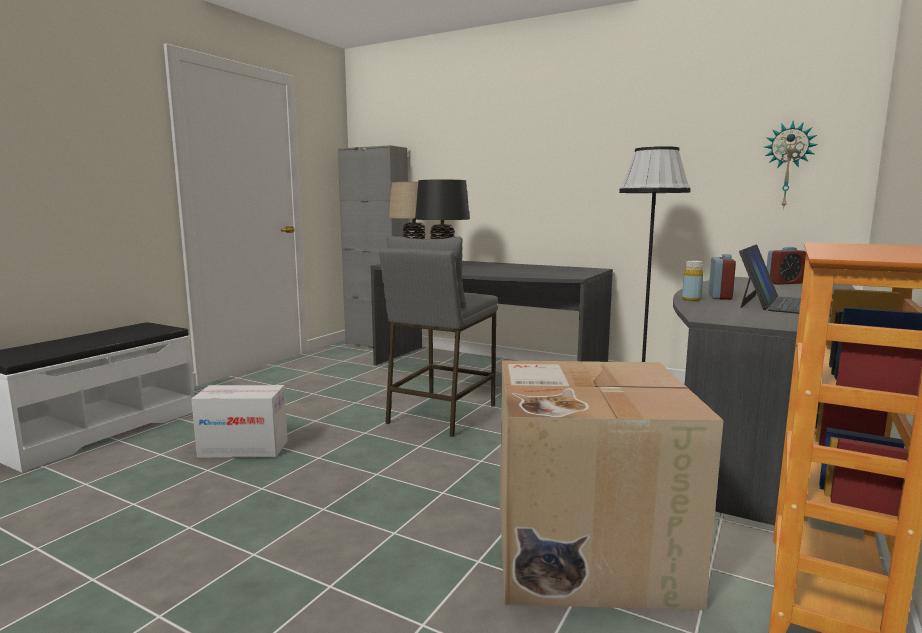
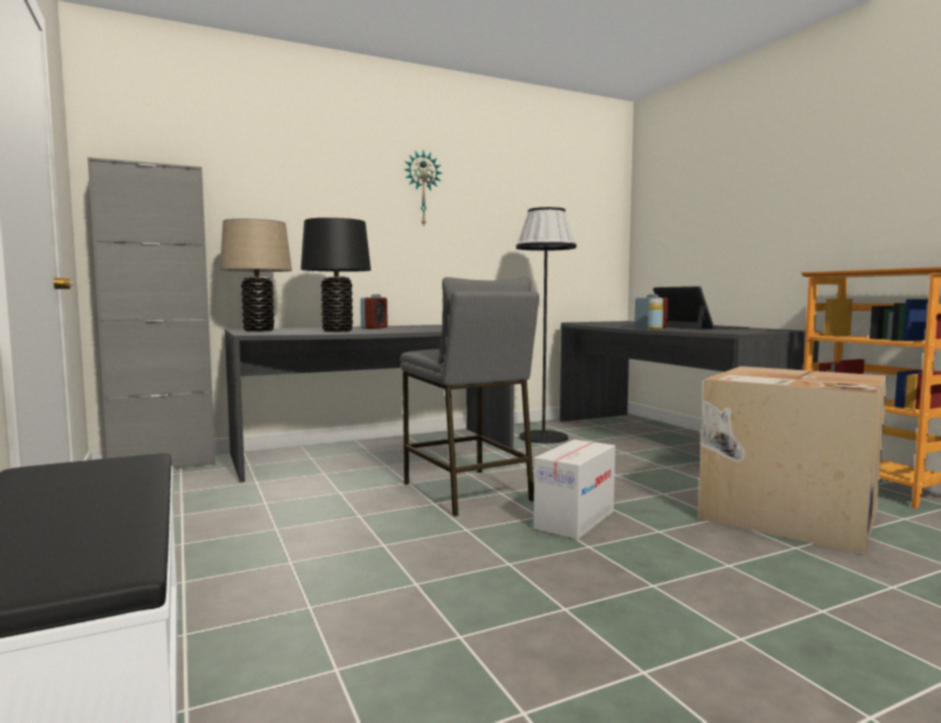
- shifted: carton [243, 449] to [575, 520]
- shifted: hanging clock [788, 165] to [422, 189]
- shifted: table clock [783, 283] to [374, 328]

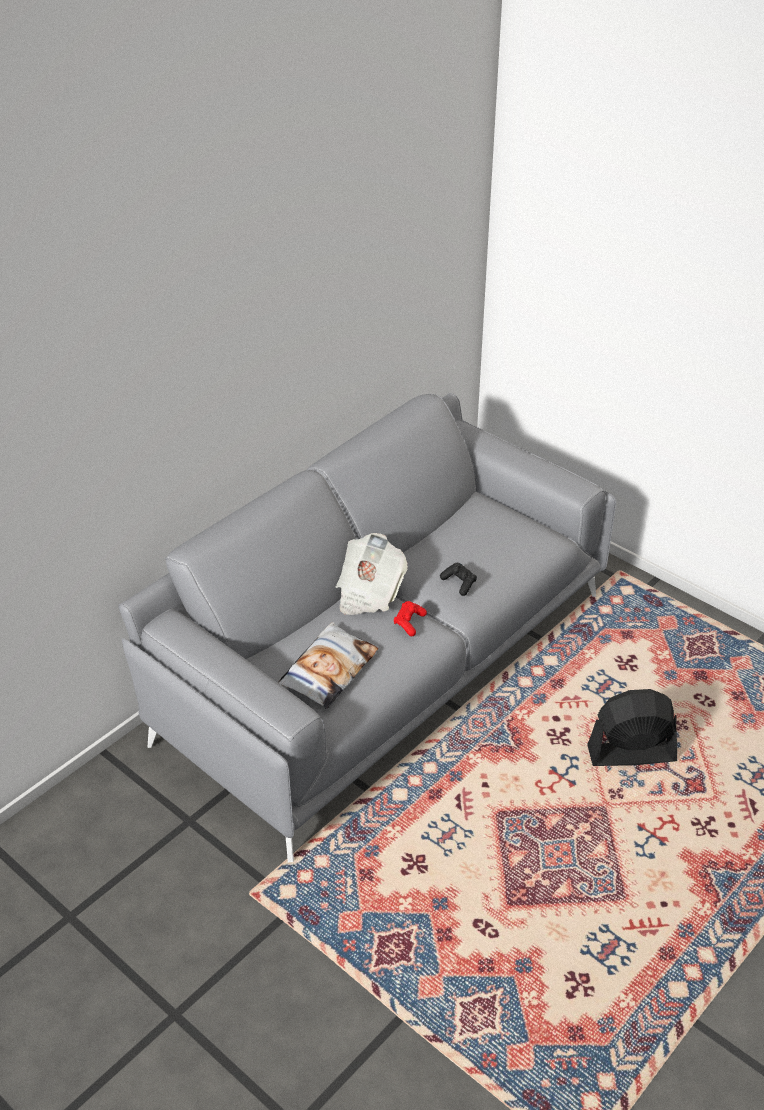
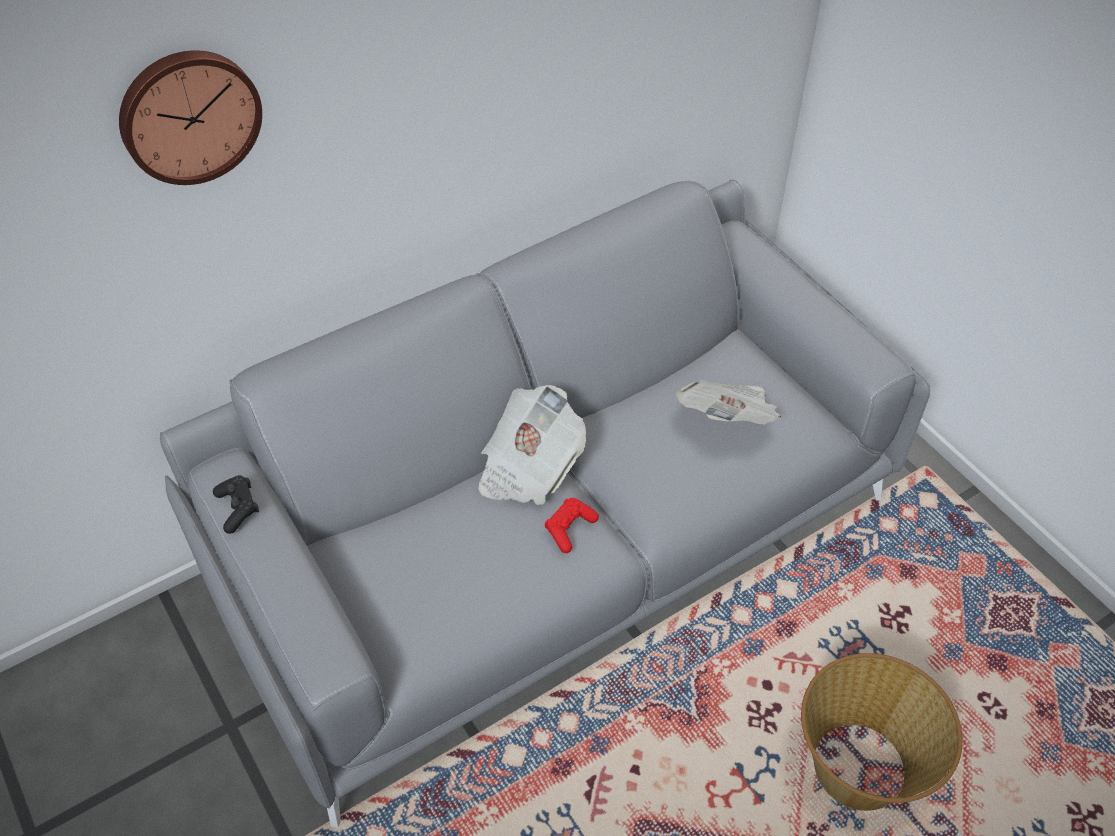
- gone: throw pillow [328, 670]
- shifted: blackish game controller [459, 583] to [238, 508]
- swapped: blackish cooling fan [631, 754] to storage basket [858, 769]
- new: hanging clock [189, 115]
- new: daily paper [728, 419]

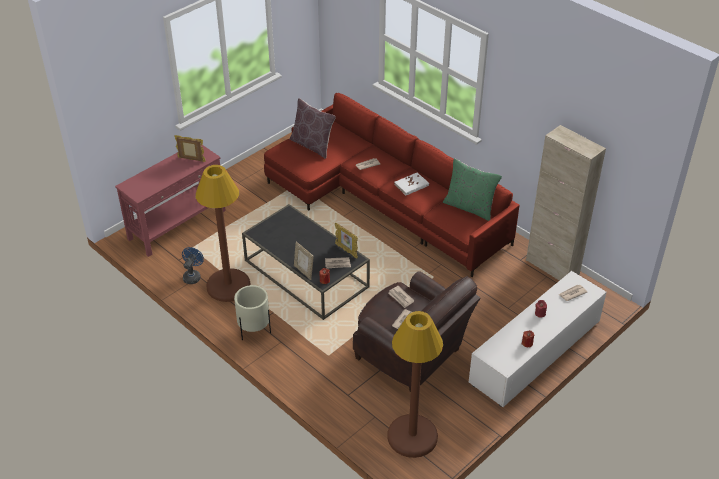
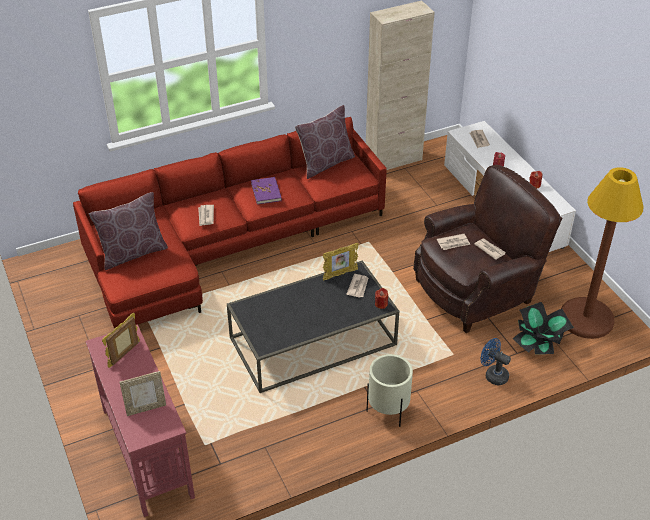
- shifted: blue cooling fan [193, 276] to [493, 375]
- gone: brownish standard lamp [228, 286]
- shifted: picture frame [304, 271] to [146, 408]
- repainted: whitish book [411, 185] to purple-coloured book [266, 192]
- repainted: green-coloured throw pillow [470, 207] to brownish throw pillow [325, 163]
- new: plant in a pot [538, 344]

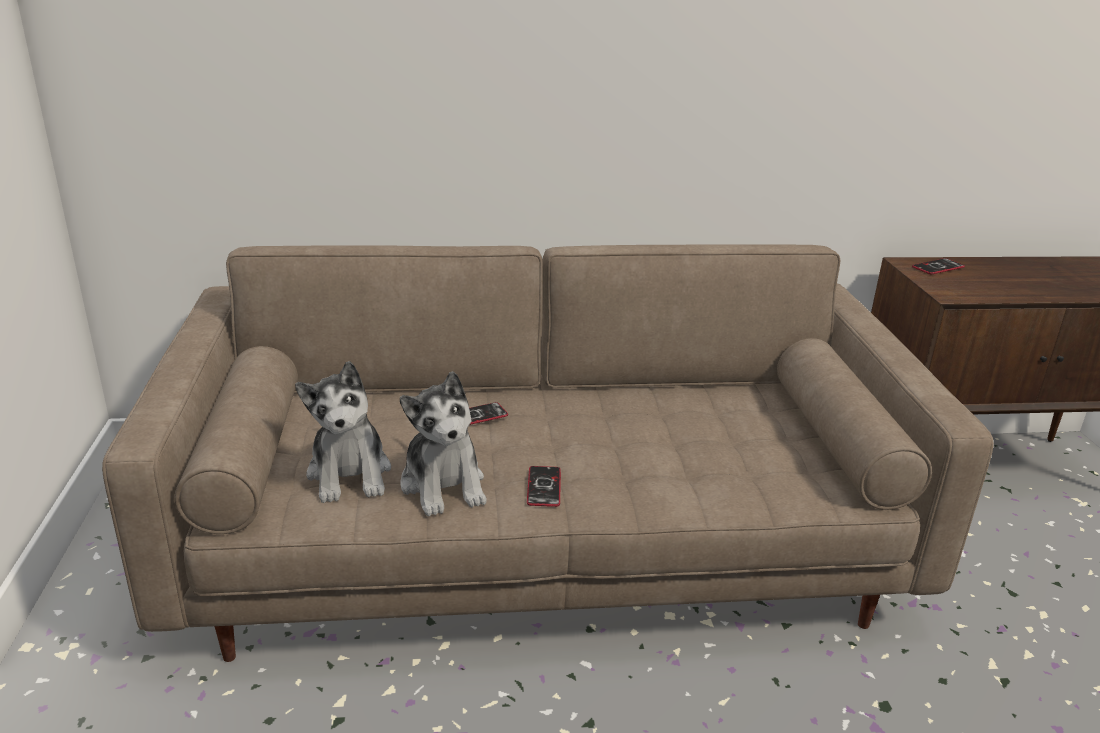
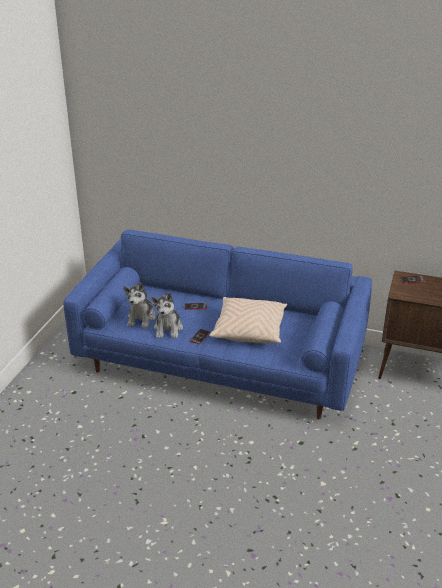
- repainted: beige-coloured settee [543, 542] to blue settee [221, 360]
- new: beige-coloured throw pillow [249, 330]

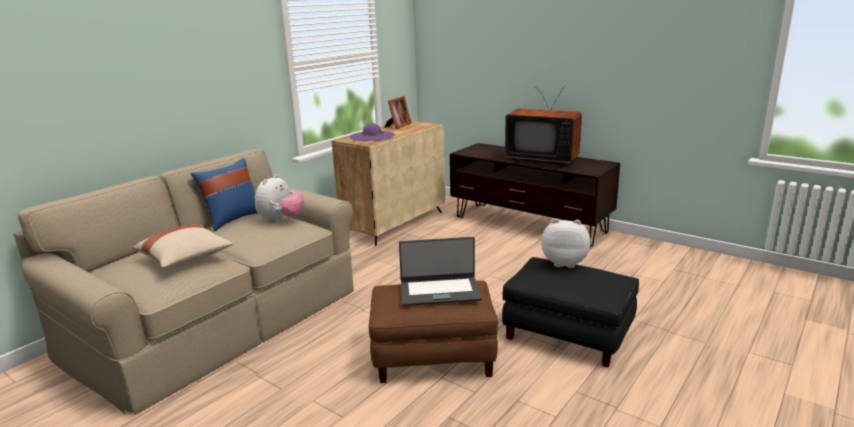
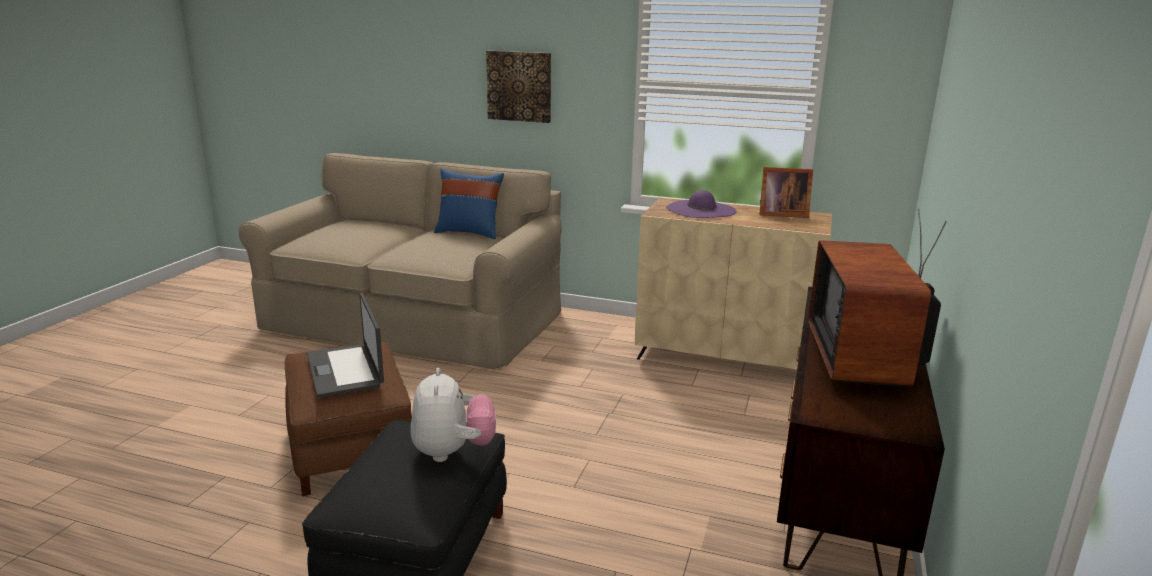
- gone: beige-coloured throw pillow [186, 259]
- gone: plush toy [281, 220]
- new: wall art [519, 86]

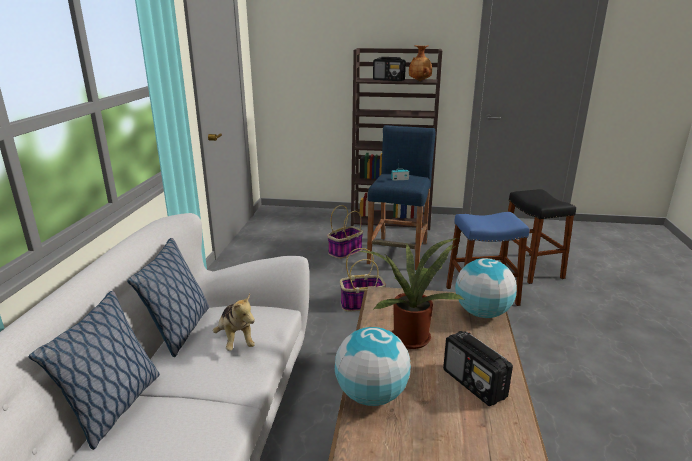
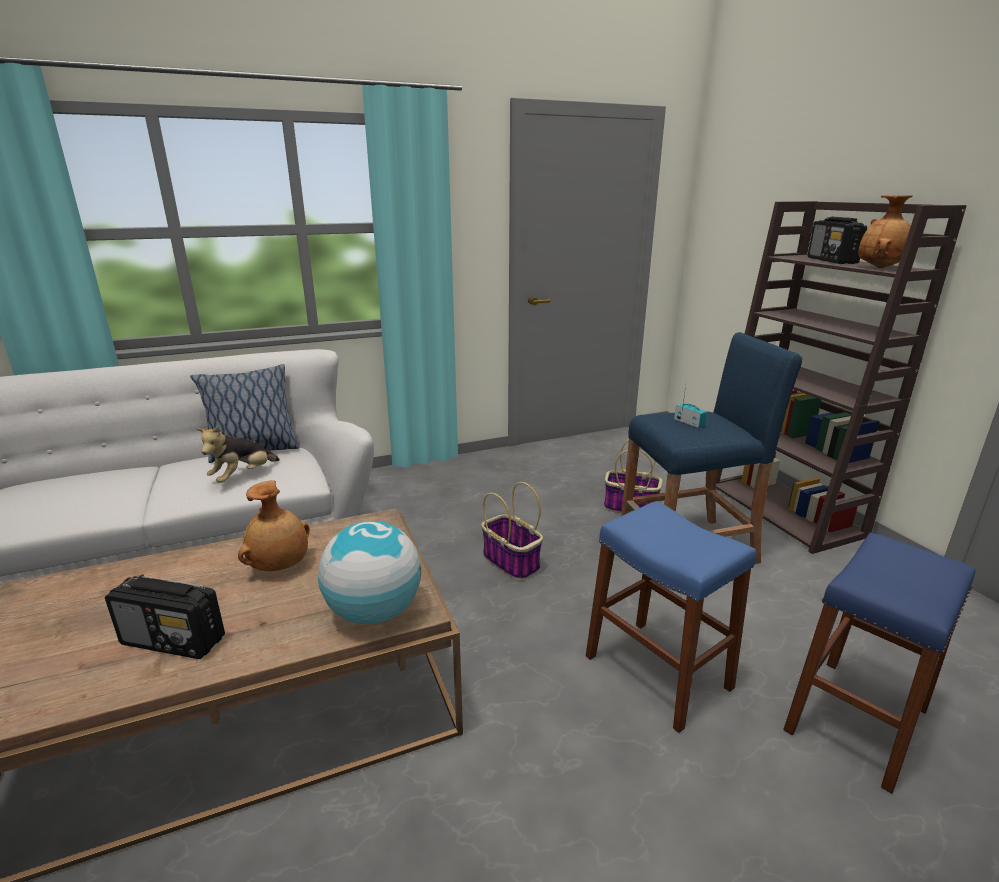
- gone: throw pillow [114, 408]
- gone: globe [371, 395]
- swapped: plant in a pot [410, 336] to brownish flower vase [280, 566]
- rotated: radio set [474, 384] = [174, 641] 105 degrees counterclockwise
- repainted: blackish stool [530, 268] to blue stool [856, 720]

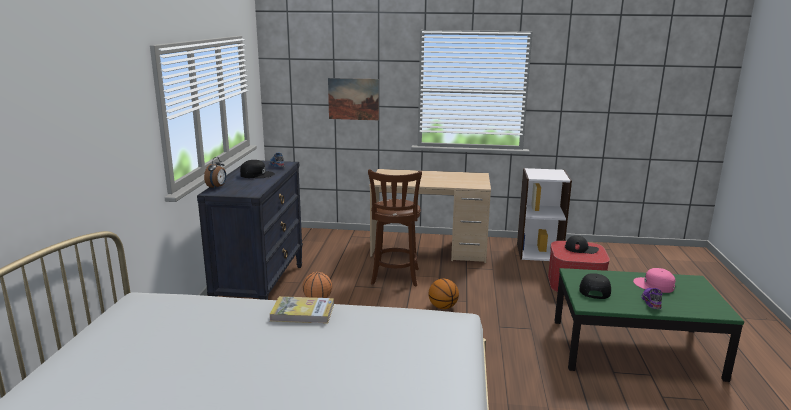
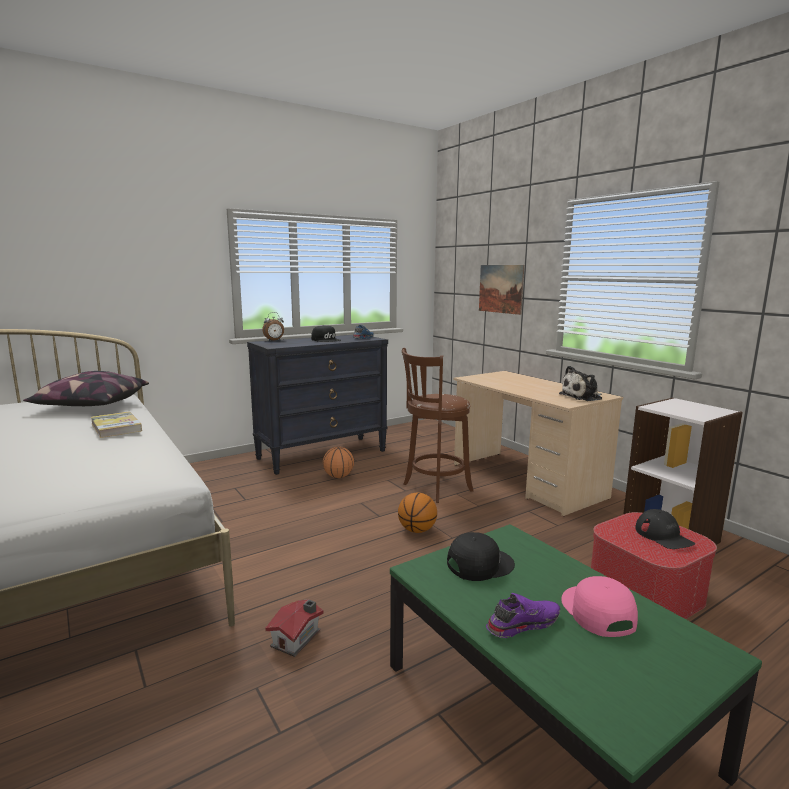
- new: throw pillow [92, 406]
- new: miniature house [298, 638]
- new: plush toy [582, 397]

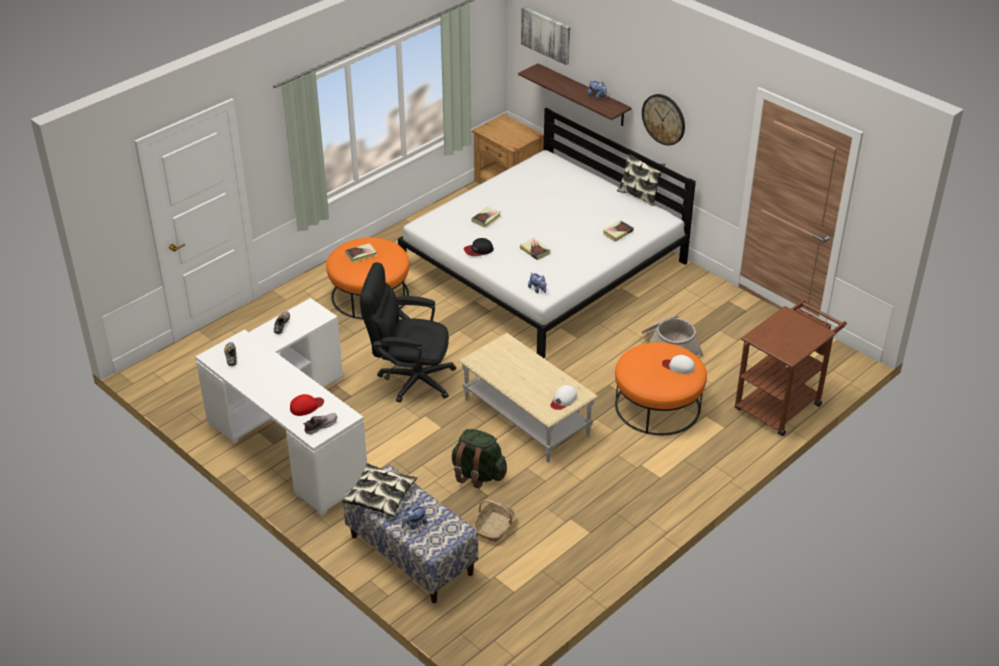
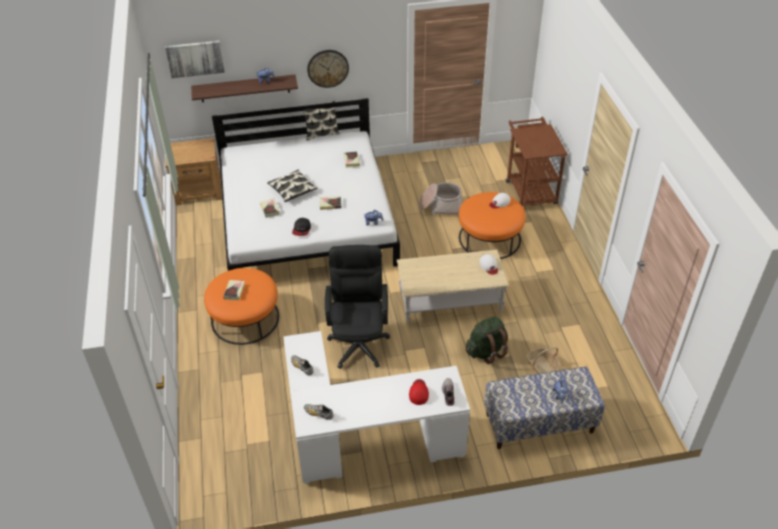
- shifted: throw pillow [380, 496] to [292, 190]
- rotated: blackish office chair [409, 378] = [358, 340] 135 degrees clockwise

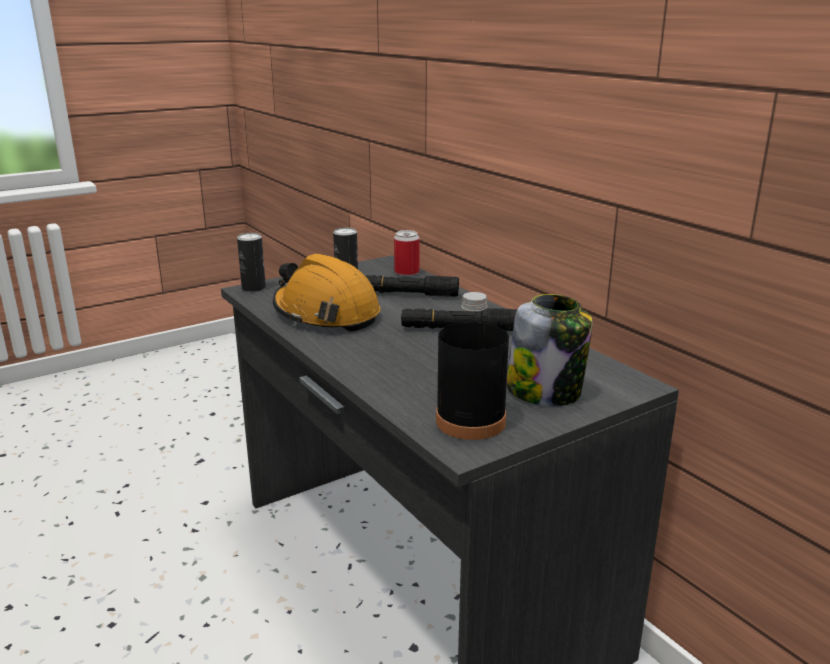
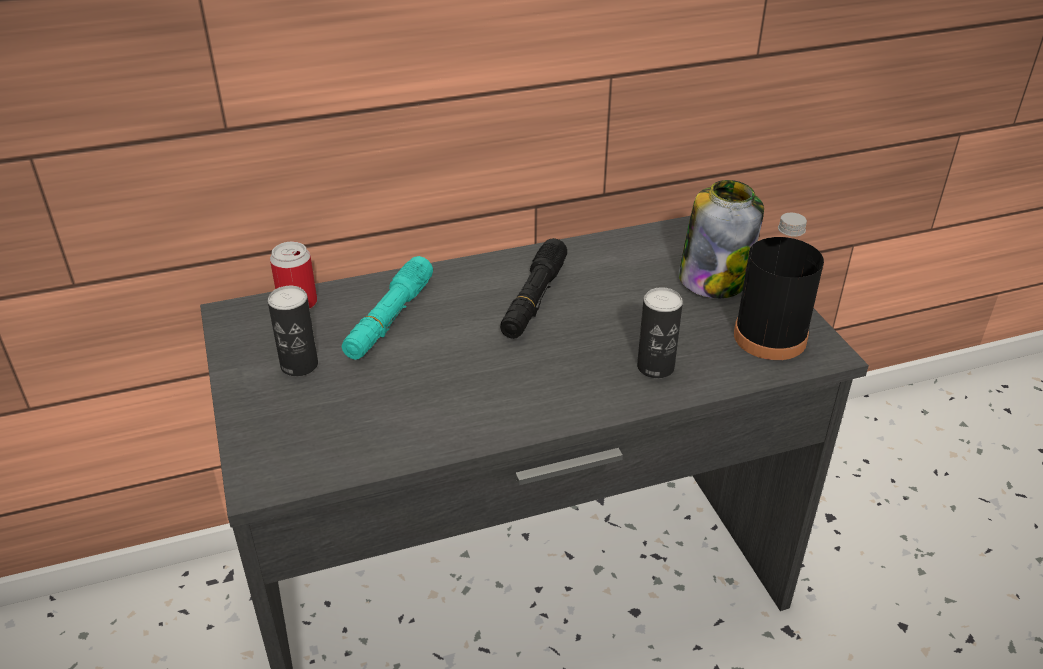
- shifted: sealed can [253, 288] to [655, 367]
- gone: orangey hard hat [326, 314]
- repainted: blackish flashlight [406, 294] to blue-green flashlight [389, 318]

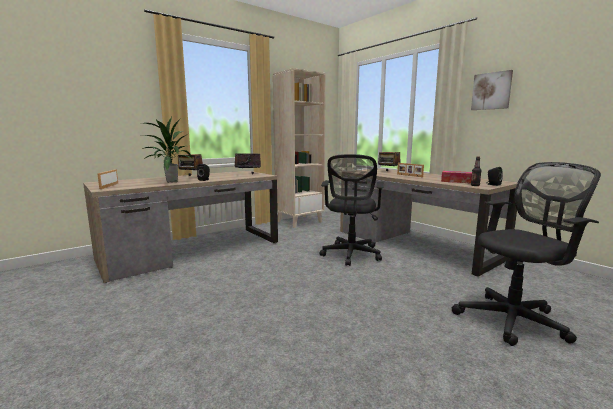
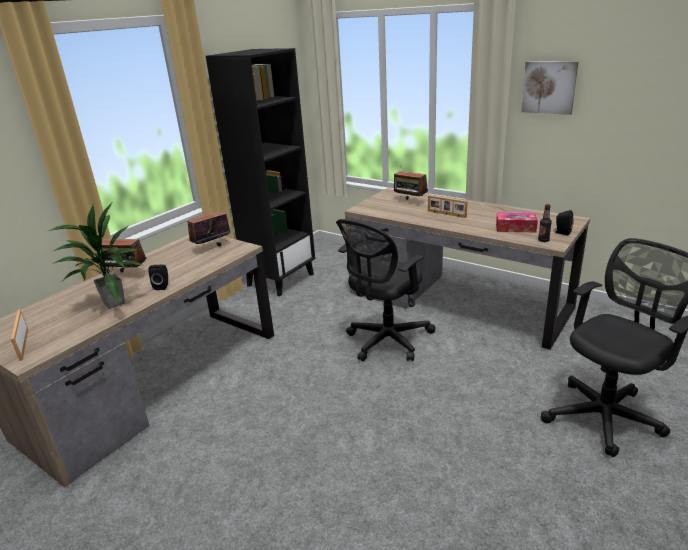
- repainted: beige-coloured bookshelf [299, 221] to blackish bookshelf [280, 279]
- rotated: blackish office chair [351, 255] = [386, 341] 45 degrees clockwise

